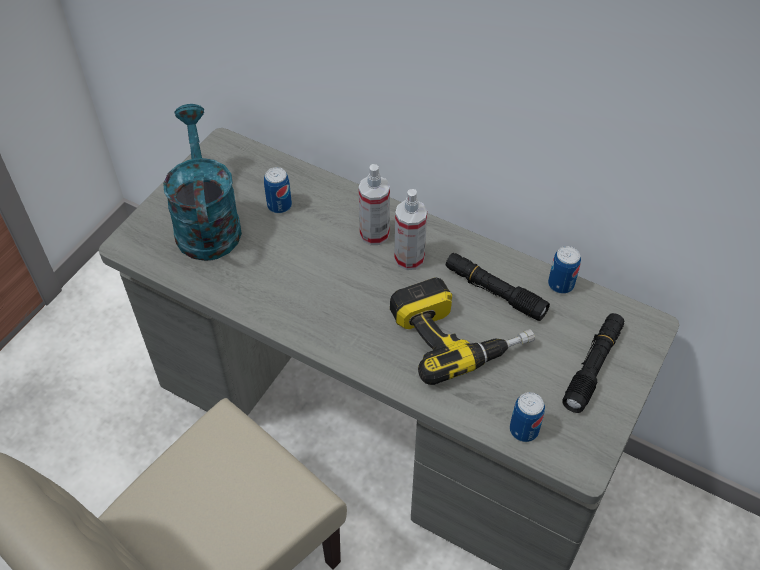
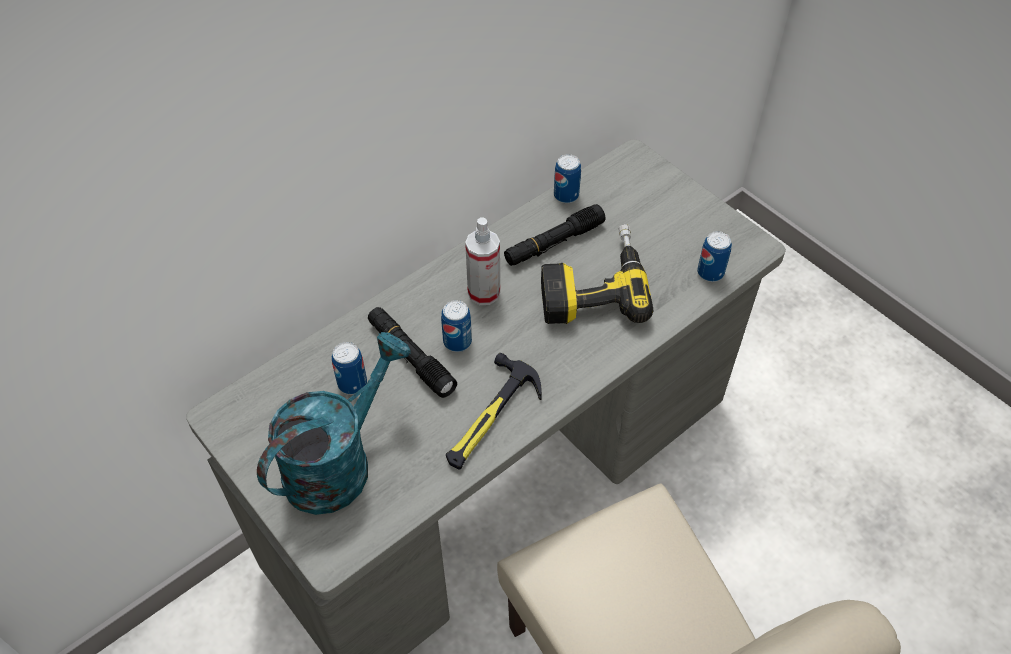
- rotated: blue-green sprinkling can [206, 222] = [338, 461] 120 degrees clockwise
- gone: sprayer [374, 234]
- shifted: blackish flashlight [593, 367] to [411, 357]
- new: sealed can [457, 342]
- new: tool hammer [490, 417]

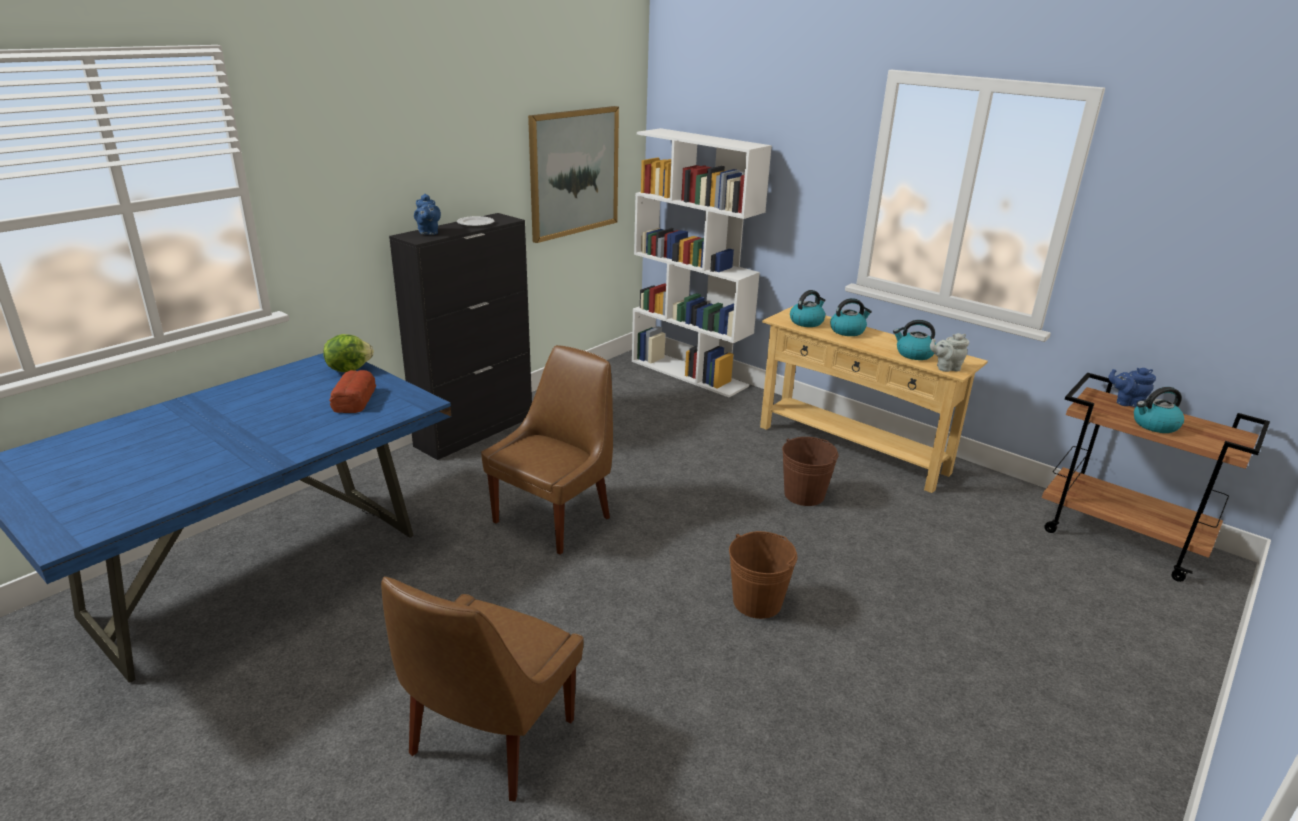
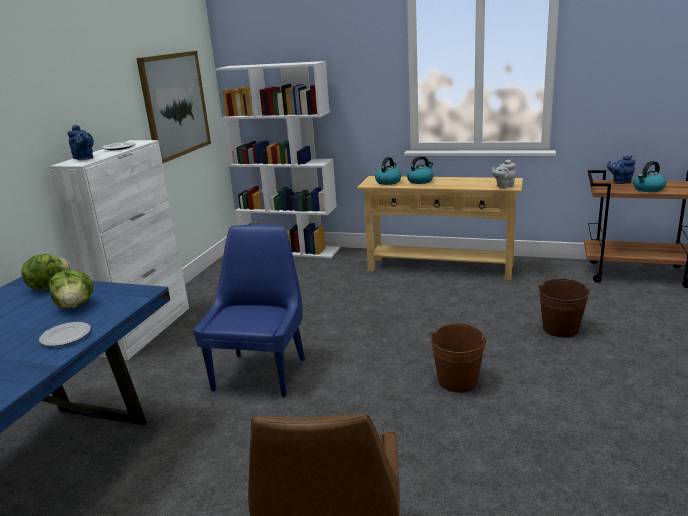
- swapped: baked bread [355, 399] to head of lettuce [75, 306]
- repainted: blackish storage cabinet [475, 431] to whitish storage cabinet [147, 330]
- repainted: brownish chair [555, 518] to blue chair [261, 372]
- shifted: brownish water bucket [804, 495] to [560, 328]
- gone: kettle [913, 354]
- new: flat dish [66, 336]

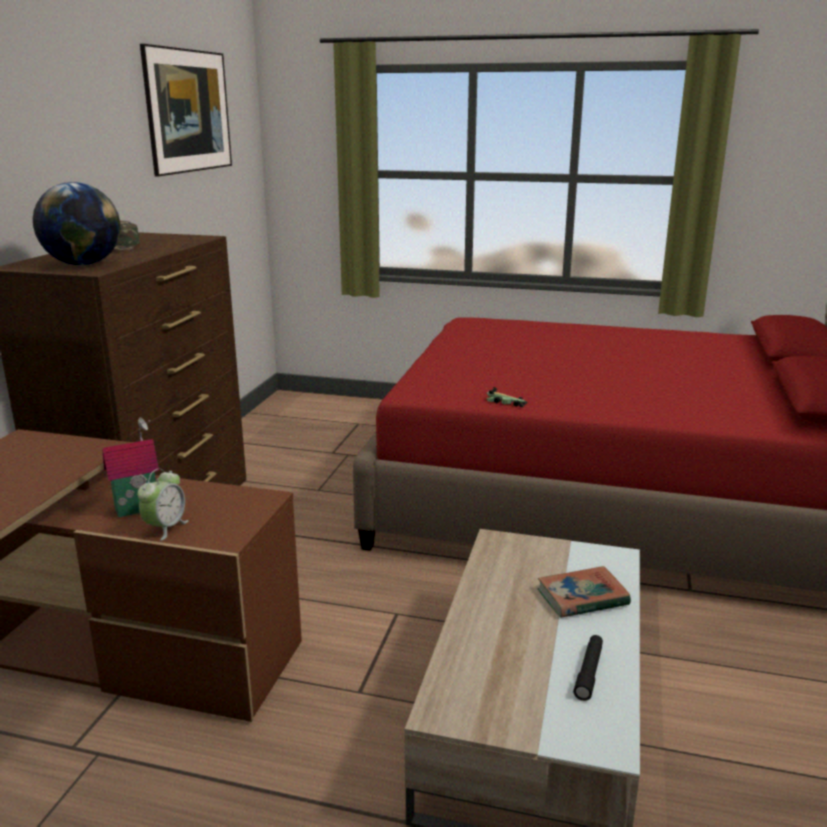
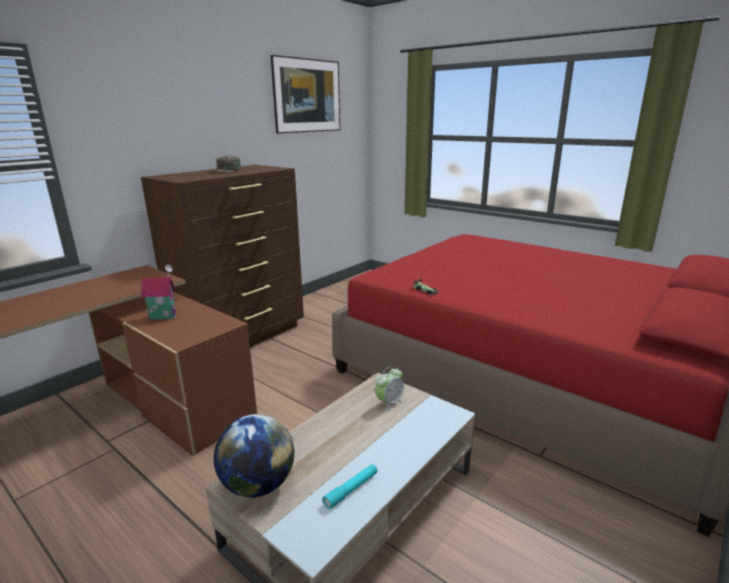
- shifted: globe [83, 264] to [258, 485]
- shifted: table clock [165, 528] to [389, 403]
- gone: book [582, 597]
- repainted: blackish flashlight [589, 672] to blue-green flashlight [351, 490]

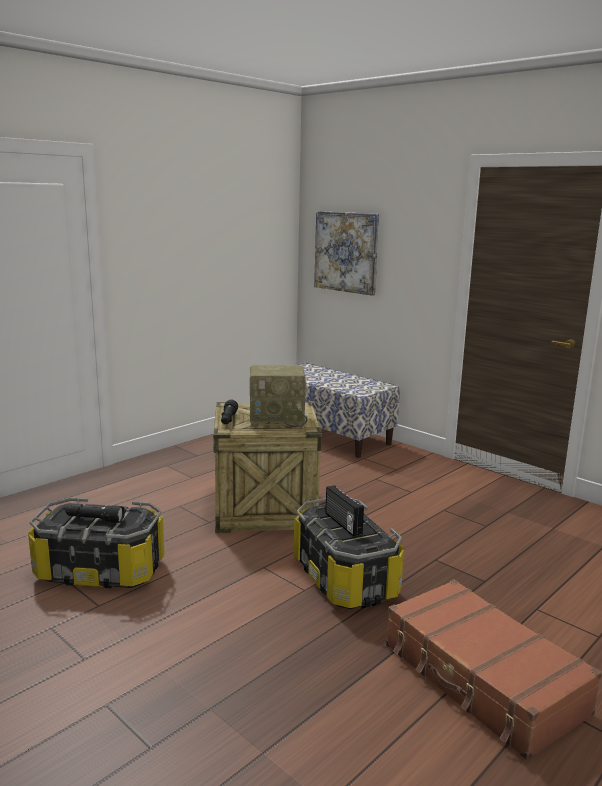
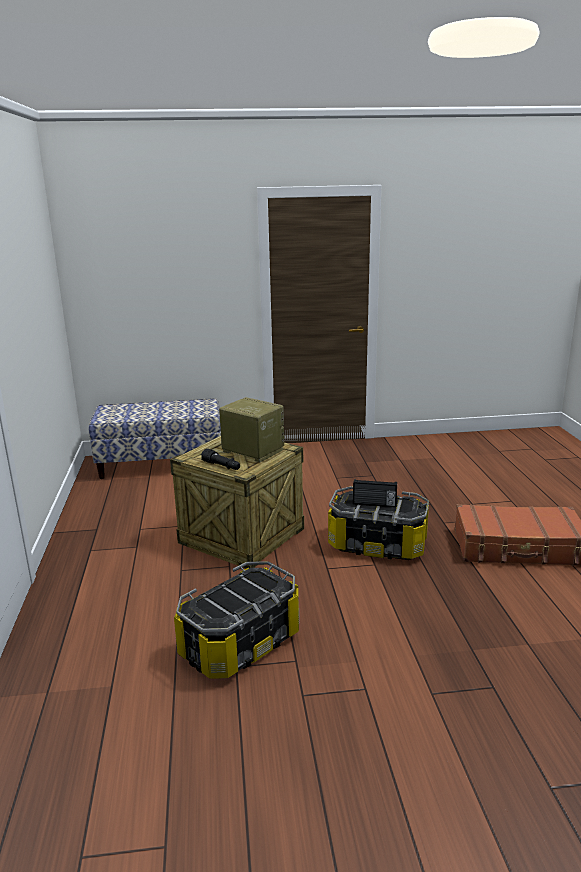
- gone: blackish flashlight [94, 519]
- rotated: radio set [278, 419] = [251, 451] 90 degrees counterclockwise
- gone: wall art [346, 252]

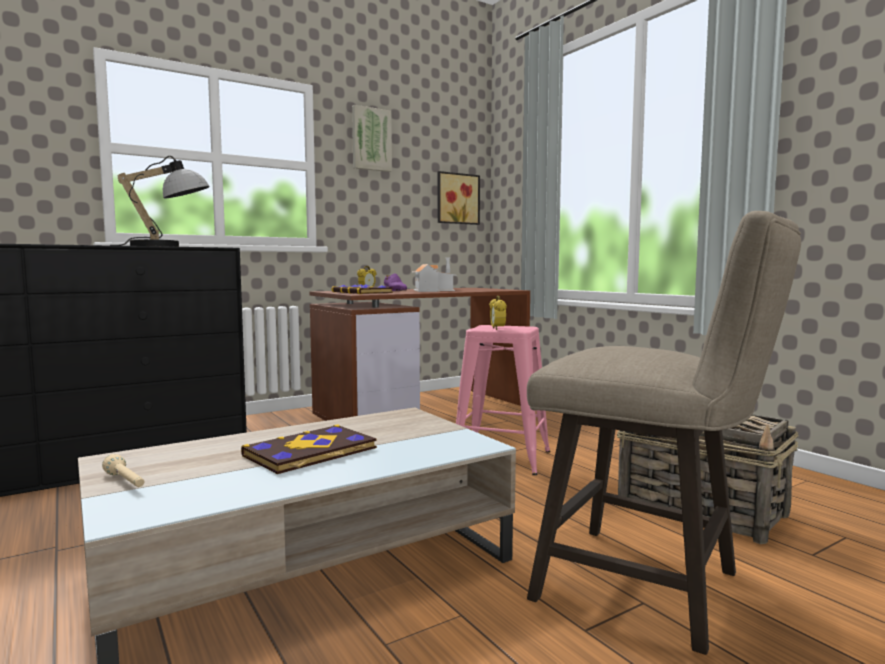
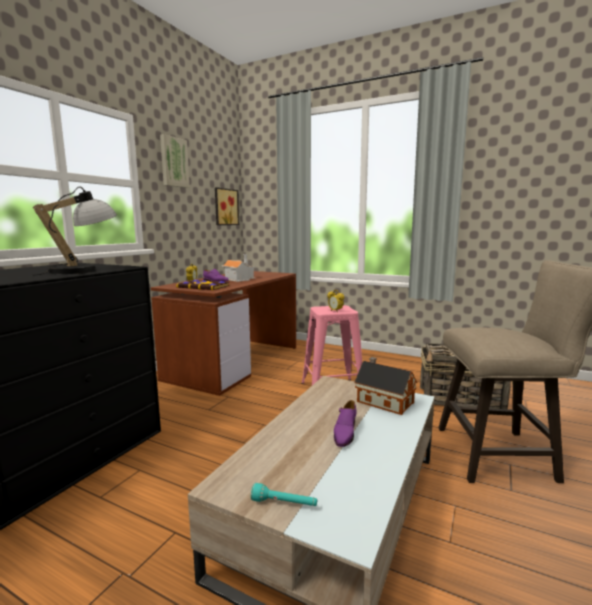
- repainted: beige-coloured flashlight [126, 482] to blue-green flashlight [284, 504]
- swapped: book [311, 452] to purple-coloured item of footwear [345, 433]
- new: miniature house [383, 401]

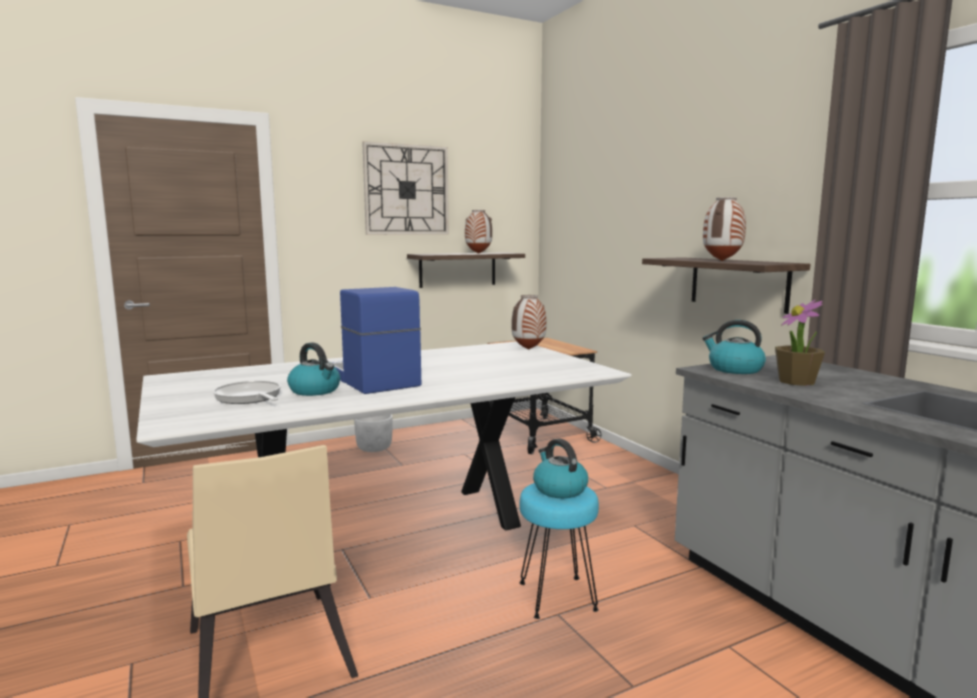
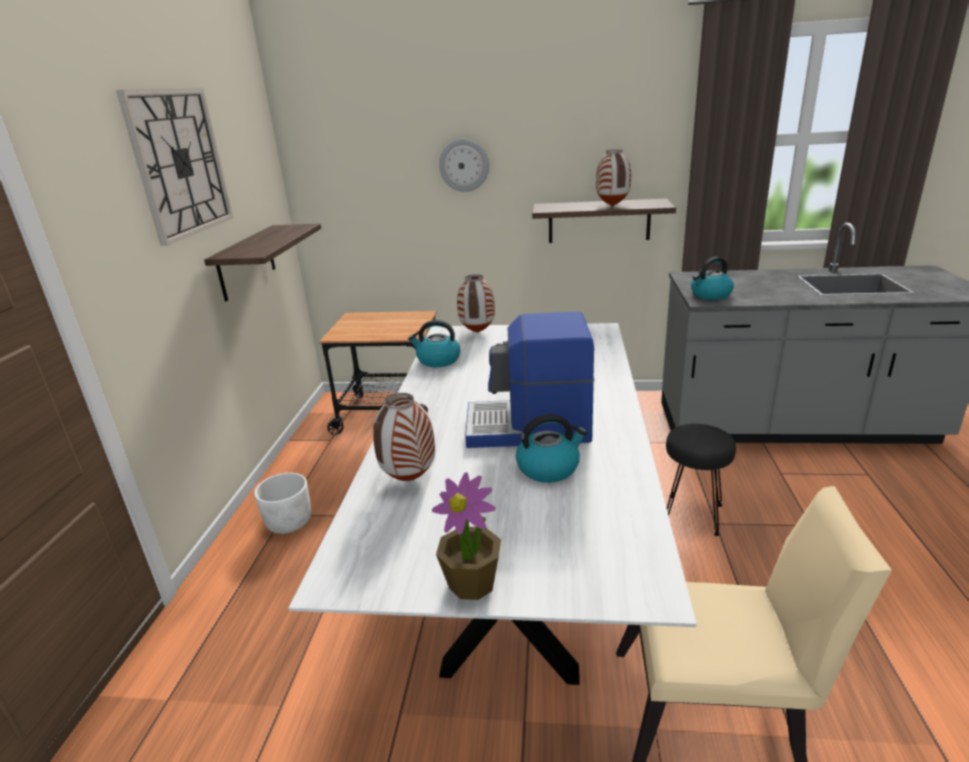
- gone: pan [249, 398]
- shifted: flower vase [478, 253] to [409, 480]
- repainted: blue-green stool [556, 597] to blackish stool [692, 515]
- shifted: kettle [559, 489] to [438, 360]
- shifted: plant in a pot [796, 381] to [472, 583]
- new: hanging clock [464, 165]

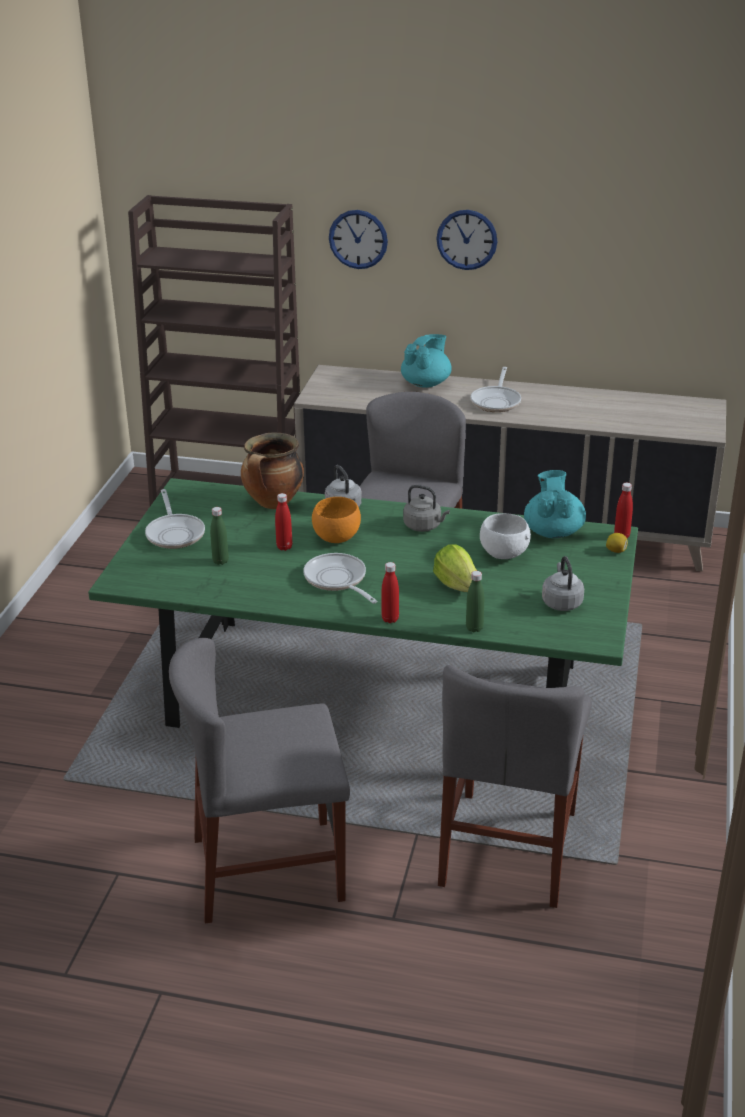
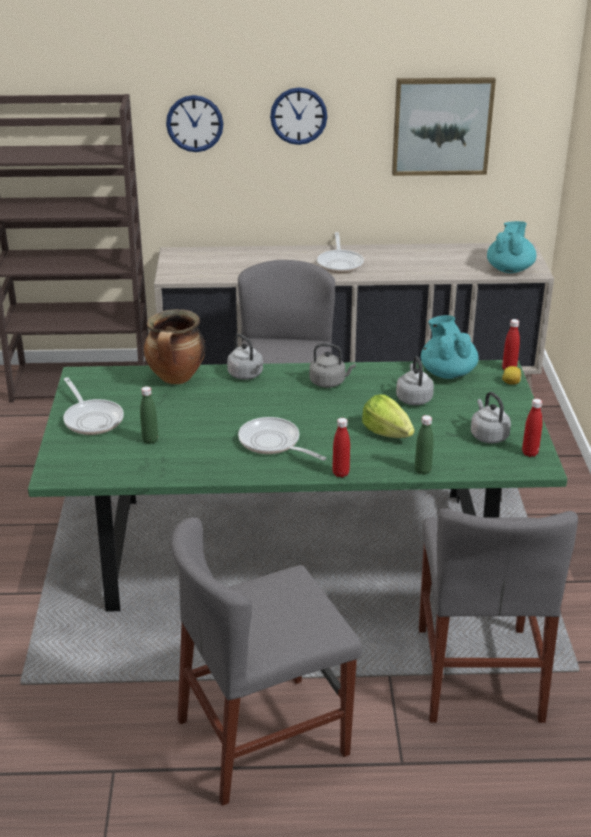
- shifted: red drink bottle [284, 547] to [530, 453]
- gone: orangey deep dish [337, 537]
- shifted: blue-green pot for tea [426, 383] to [510, 269]
- swapped: whitish deep dish [503, 553] to gray kettle [413, 398]
- new: wall art [442, 126]

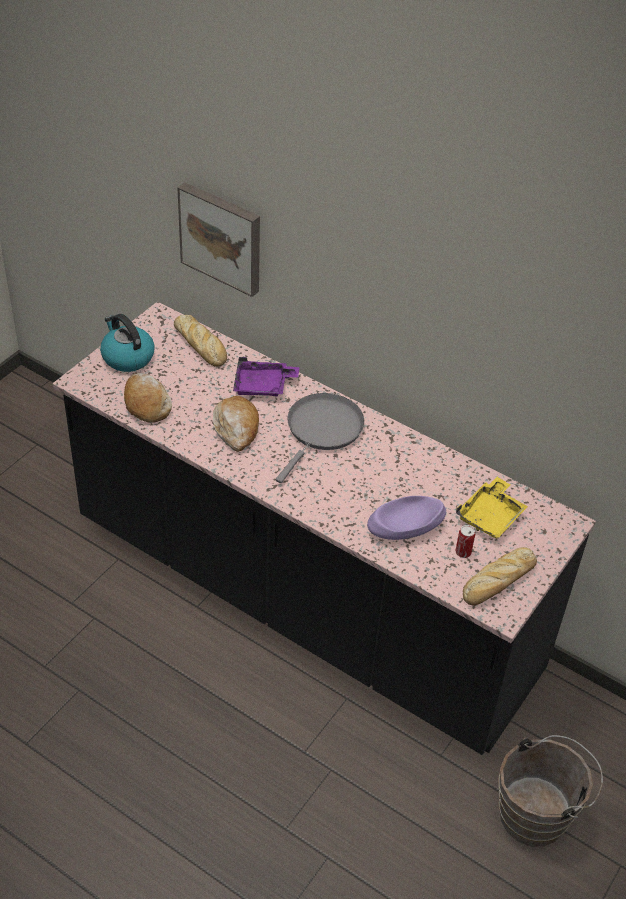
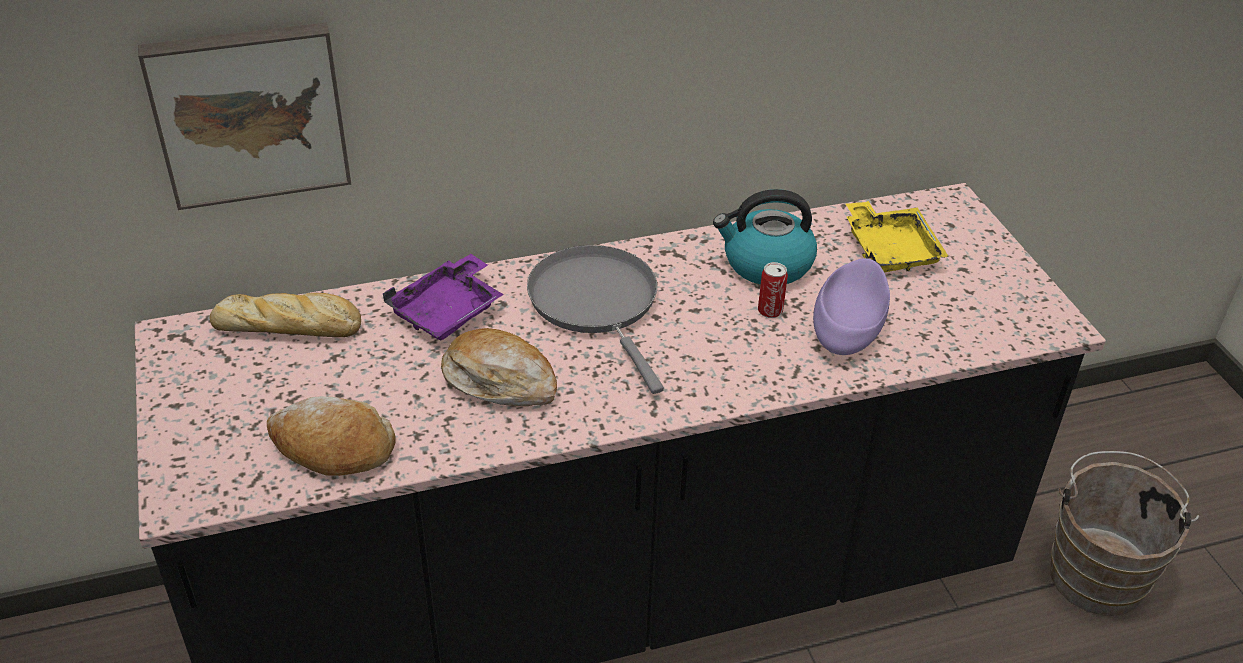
- shifted: kettle [127, 357] to [766, 264]
- shifted: sealed can [463, 552] to [770, 311]
- gone: baked bread [498, 582]

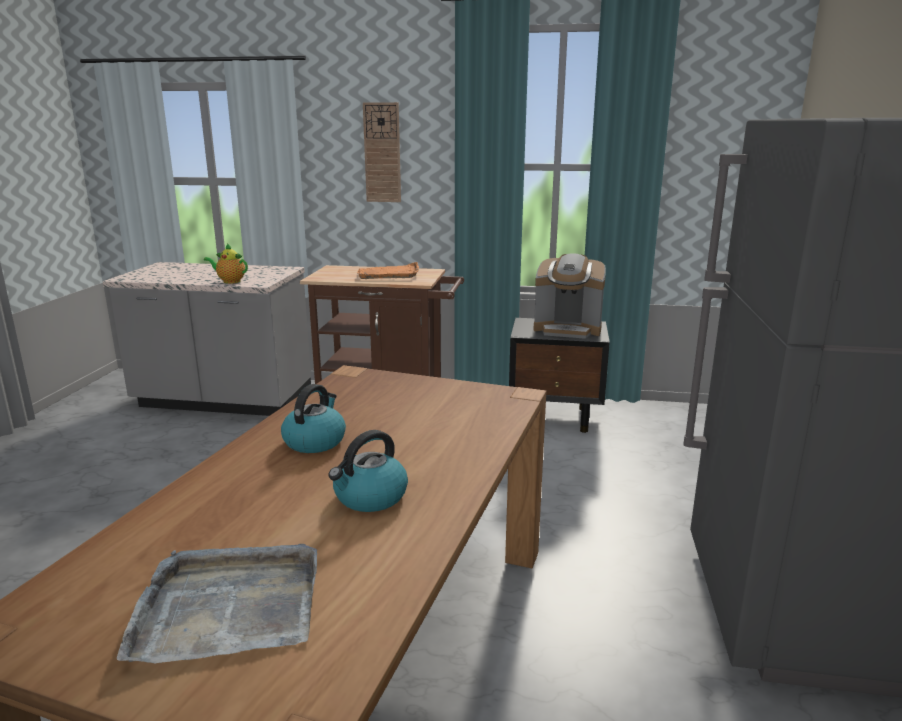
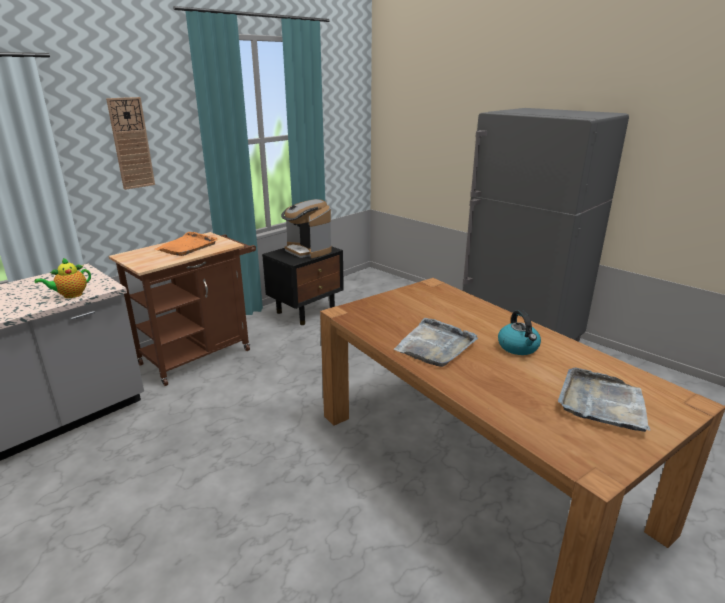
- swapped: kettle [315, 441] to gray tray [435, 345]
- rotated: coffee brewer [567, 329] = [308, 250] 90 degrees clockwise

